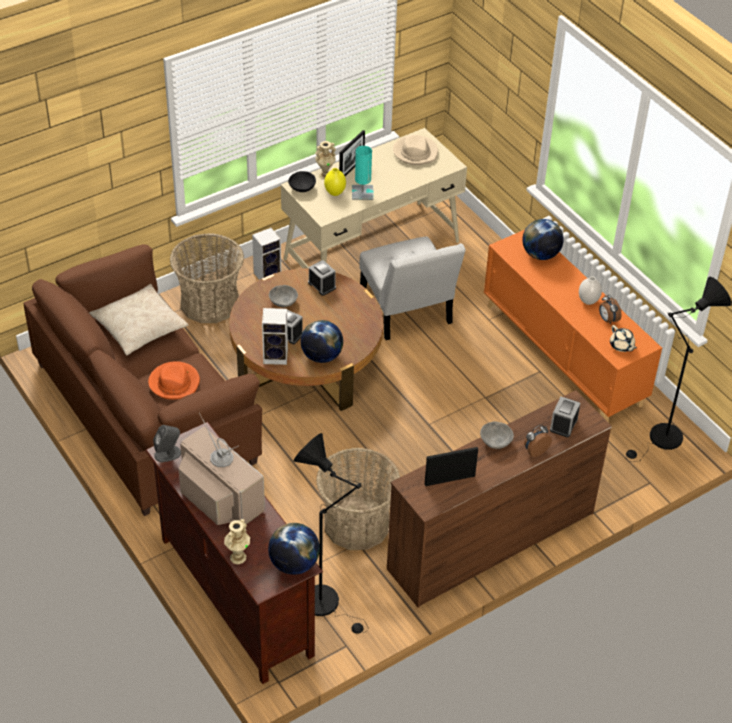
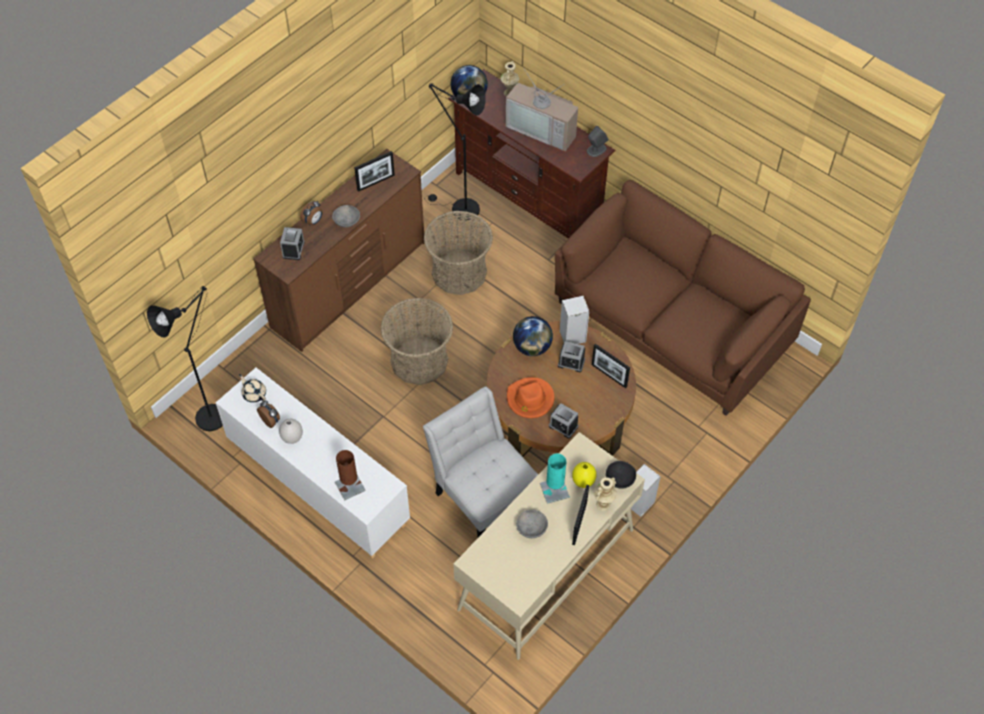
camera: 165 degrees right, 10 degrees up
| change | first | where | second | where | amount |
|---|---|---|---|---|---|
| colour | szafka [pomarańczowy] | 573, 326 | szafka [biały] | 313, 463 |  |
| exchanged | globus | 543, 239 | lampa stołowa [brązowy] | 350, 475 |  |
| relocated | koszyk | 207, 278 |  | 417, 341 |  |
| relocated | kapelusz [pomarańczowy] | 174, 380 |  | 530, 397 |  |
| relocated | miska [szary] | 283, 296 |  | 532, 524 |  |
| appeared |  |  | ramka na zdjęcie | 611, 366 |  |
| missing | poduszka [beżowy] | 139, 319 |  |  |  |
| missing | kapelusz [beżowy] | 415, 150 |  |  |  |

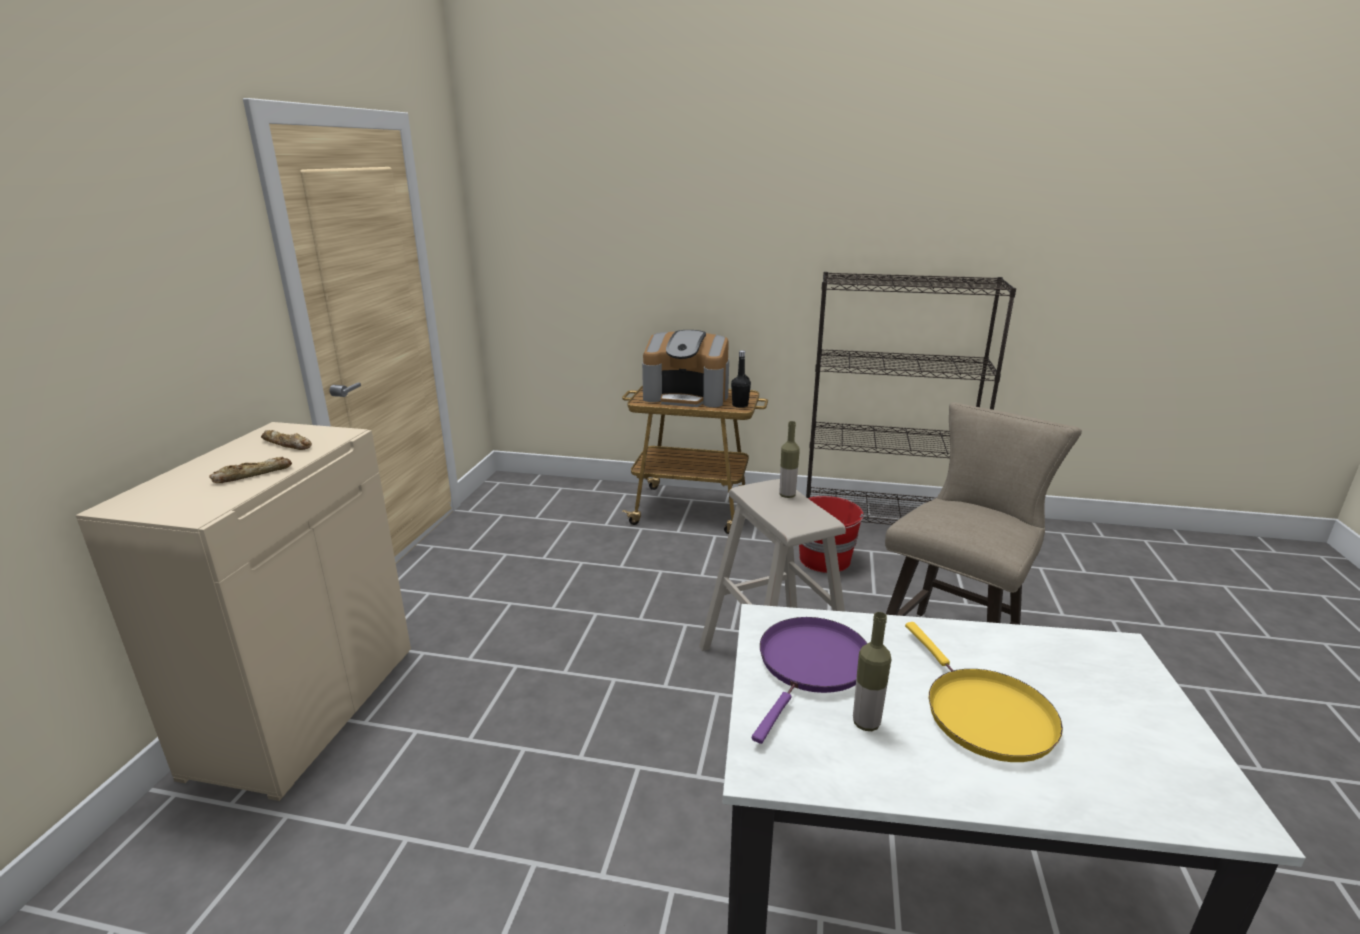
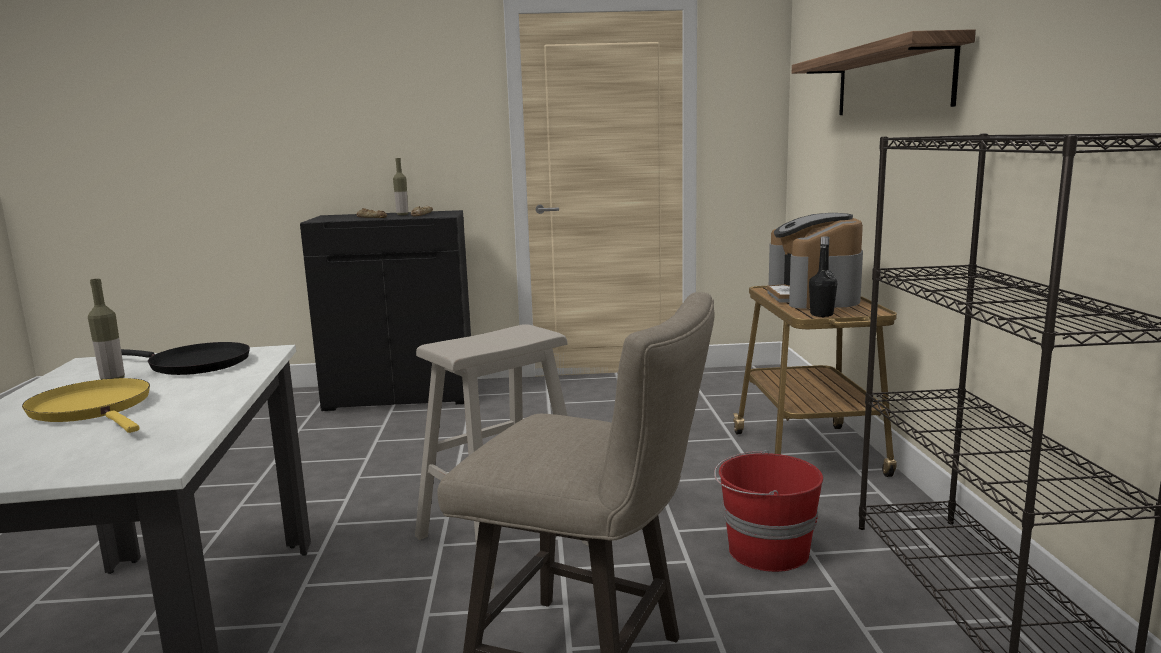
camera: 75 degrees right, 10 degrees down
| change | first | where | second | where | amount |
|---|---|---|---|---|---|
| spun | patelnia [żółty] | 984, 692 |  | 86, 405 | 75 degrees clockwise |
| colour | patelnia [fioletowy] | 810, 680 | patelnia [czarny] | 185, 358 |  |
| colour | szafka [beżowy] | 243, 611 | szafka [czarny] | 385, 310 |  |
| relocated | butelka | 789, 459 |  | 400, 186 |  |
| appeared |  |  | półka | 884, 72 |  |

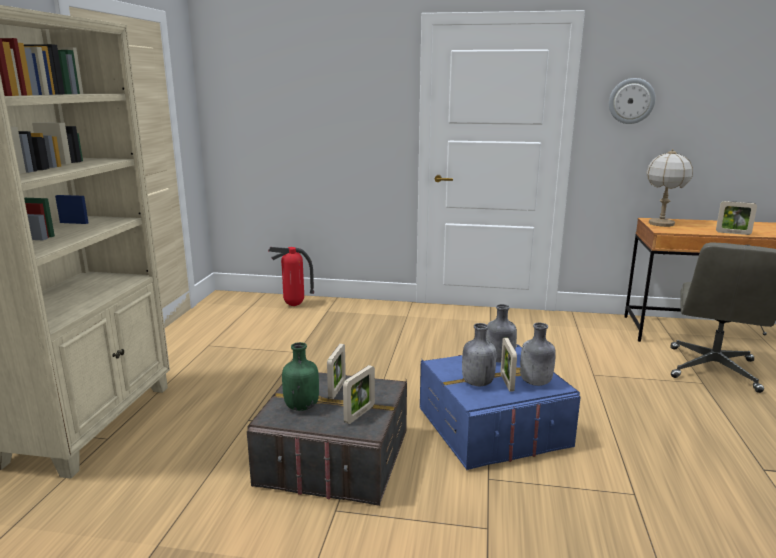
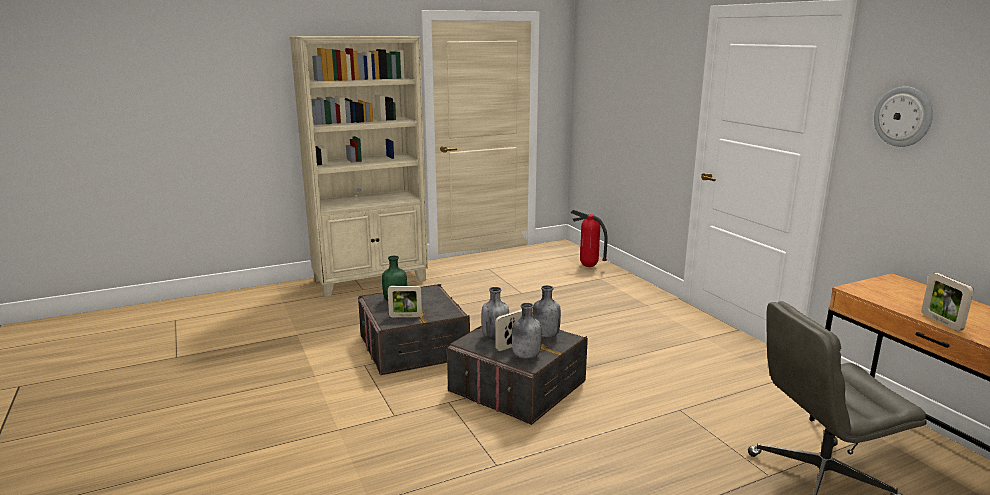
camera: 55 degrees right, 0 degrees up
| change | first | where | second | where | amount |
|---|---|---|---|---|---|
| colour | pojemnik do przechowywania [niebieski] | 500, 407 | pojemnik do przechowywania [szary] | 517, 375 |  |
| missing | ramka na zdjęcie | 336, 371 |  |  |  |
| missing | lampa stołowa | 669, 188 |  |  |  |

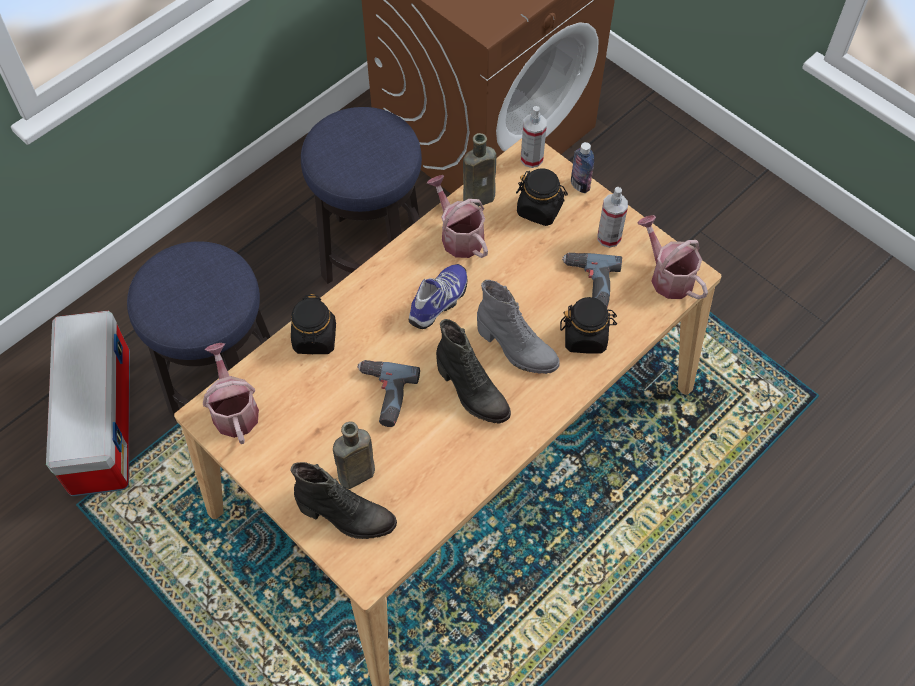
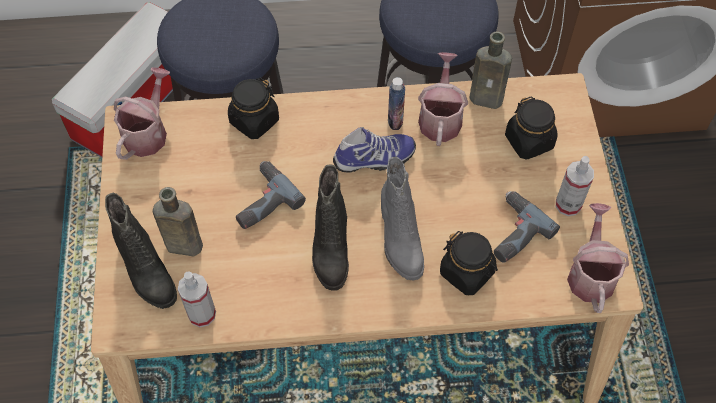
camera: 40 degrees right, 0 degrees up
| change | first | where | second | where | amount |
|---|---|---|---|---|---|
| relocated | spryskiwacz | 534, 137 |  | 197, 299 |  |
| relocated | butelka | 582, 167 |  | 396, 103 |  |

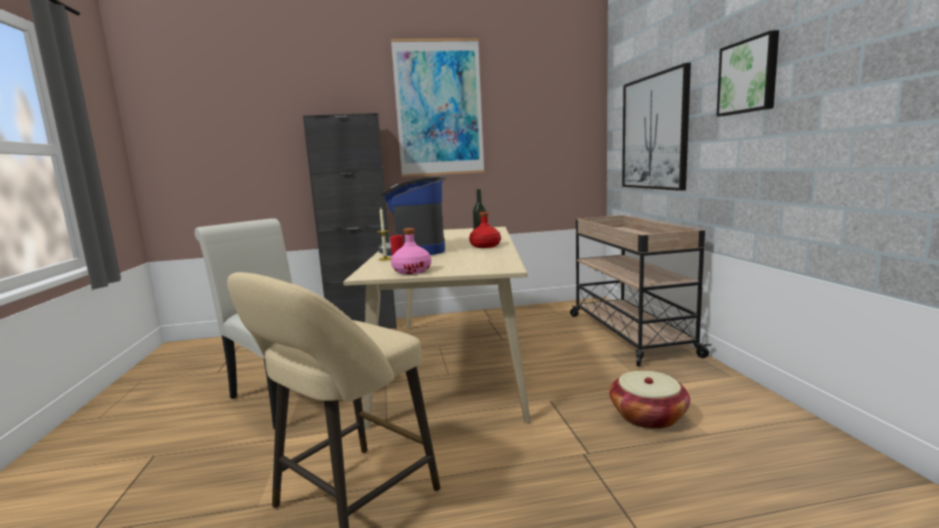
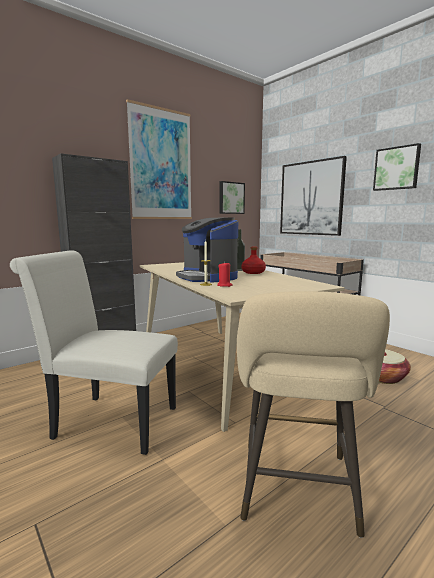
camera: 30 degrees left, 0 degrees up
| change | first | where | second | where | amount |
|---|---|---|---|---|---|
| appeared |  |  | obraz | 232, 197 |  |
| missing | butelka [różowy] | 411, 251 |  |  |  |

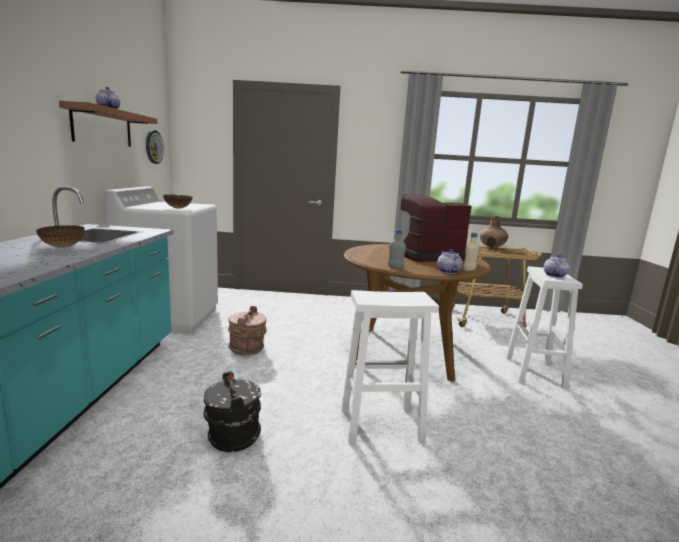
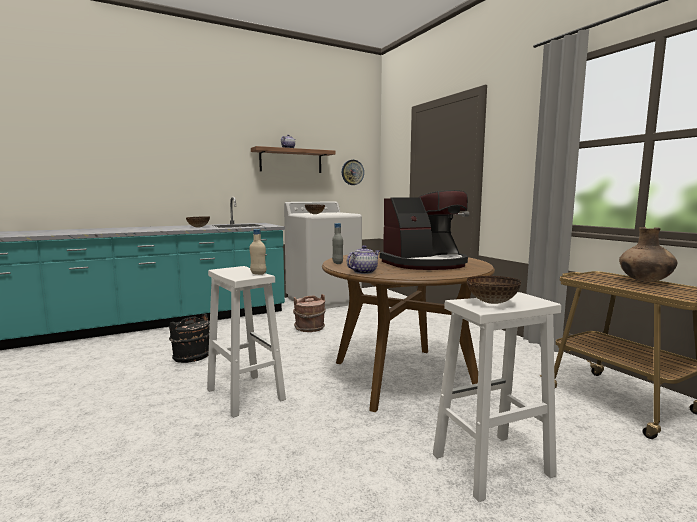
camera: 60 degrees right, 5 degrees down
| change | first | where | second | where | amount |
|---|---|---|---|---|---|
| relocated | butelka [beżowy] | 471, 251 |  | 258, 252 |  |
| spun | ekspres do kawy | 436, 228 |  | 424, 230 | 120 degrees clockwise |
| exchanged | imbryk | 556, 266 | miska | 494, 290 |  |

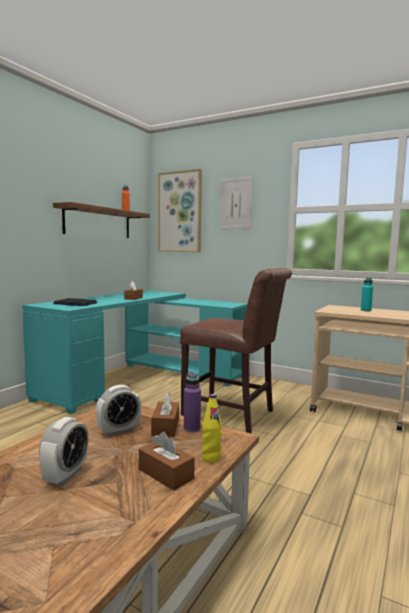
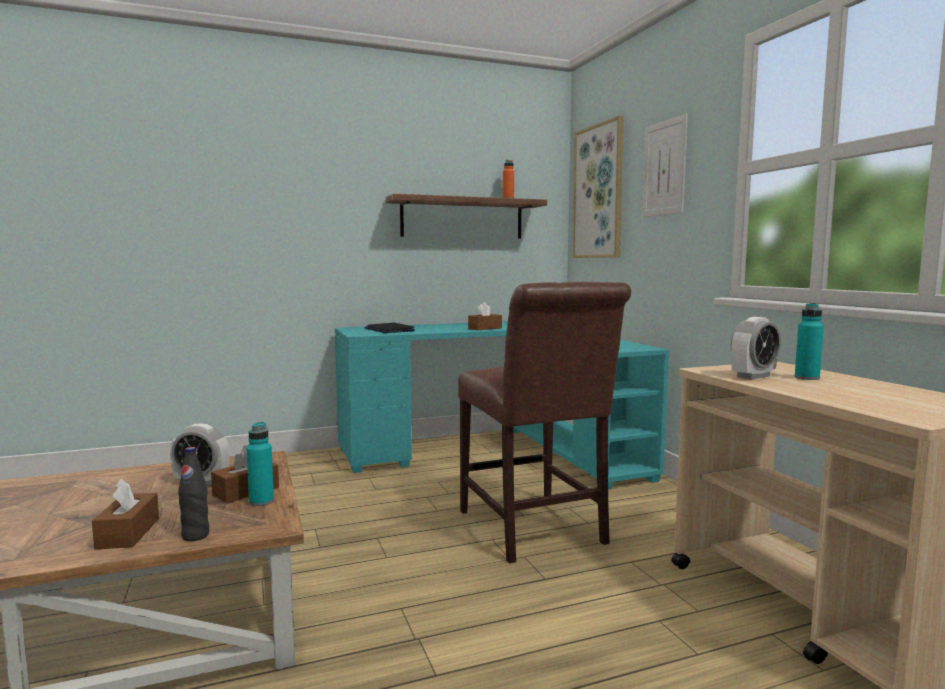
camera: 40 degrees right, 0 degrees up
| change | first | where | second | where | amount |
|---|---|---|---|---|---|
| colour | butelka [żółty] | 212, 428 | butelka [czarny] | 193, 494 |  |
| colour | butelka [fioletowy] | 192, 402 | butelka [turkusowy] | 260, 464 |  |
| relocated | budzik | 64, 451 |  | 756, 348 |  |

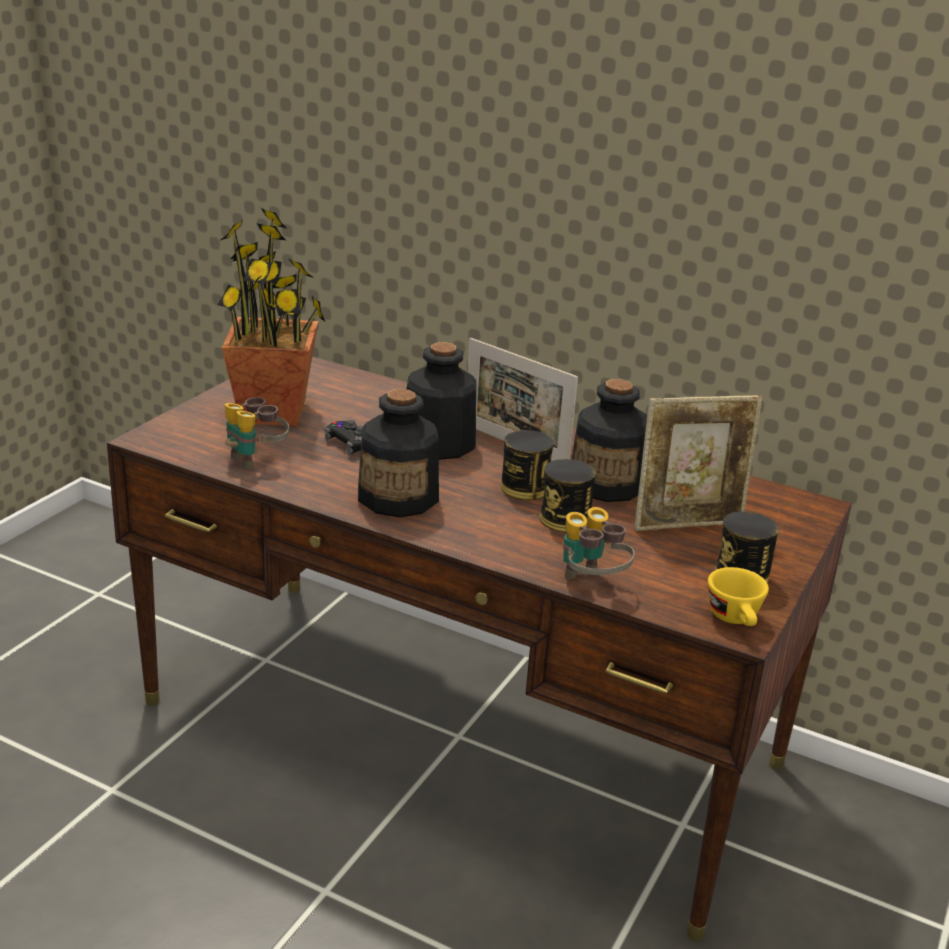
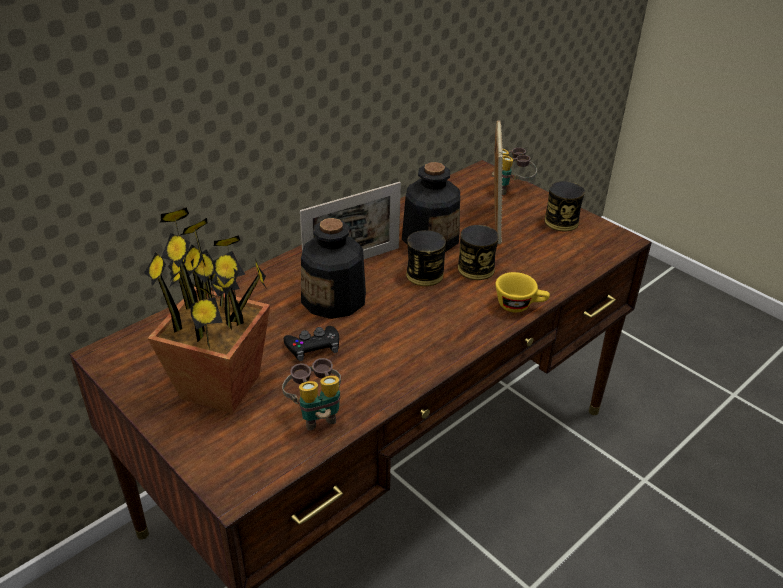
camera: 70 degrees left, 10 degrees up
| change | first | where | second | where | amount |
|---|---|---|---|---|---|
| relocated | lornetka | 598, 543 |  | 514, 171 |  |
| relocated | filiżanka [żółty] | 738, 596 |  | 522, 292 |  |
| missing | butelka | 398, 453 |  |  |  |

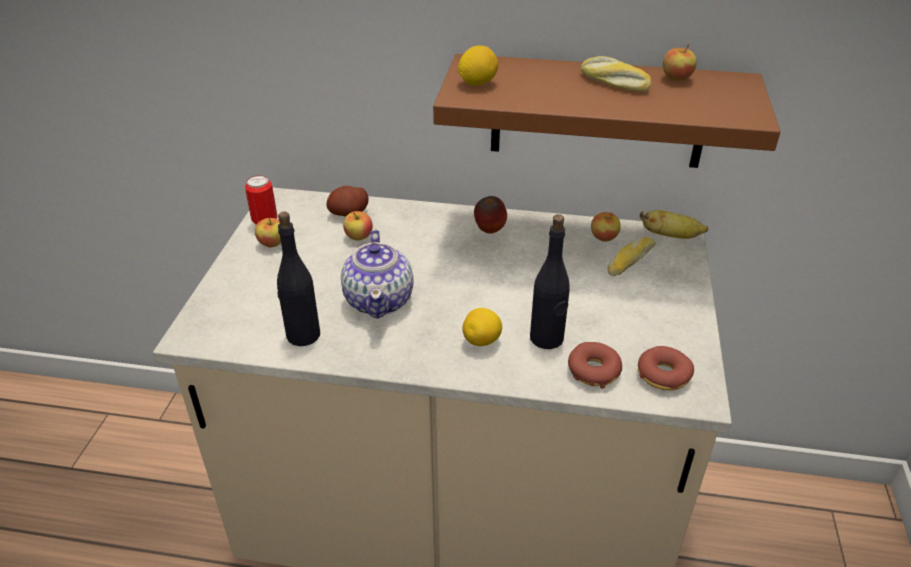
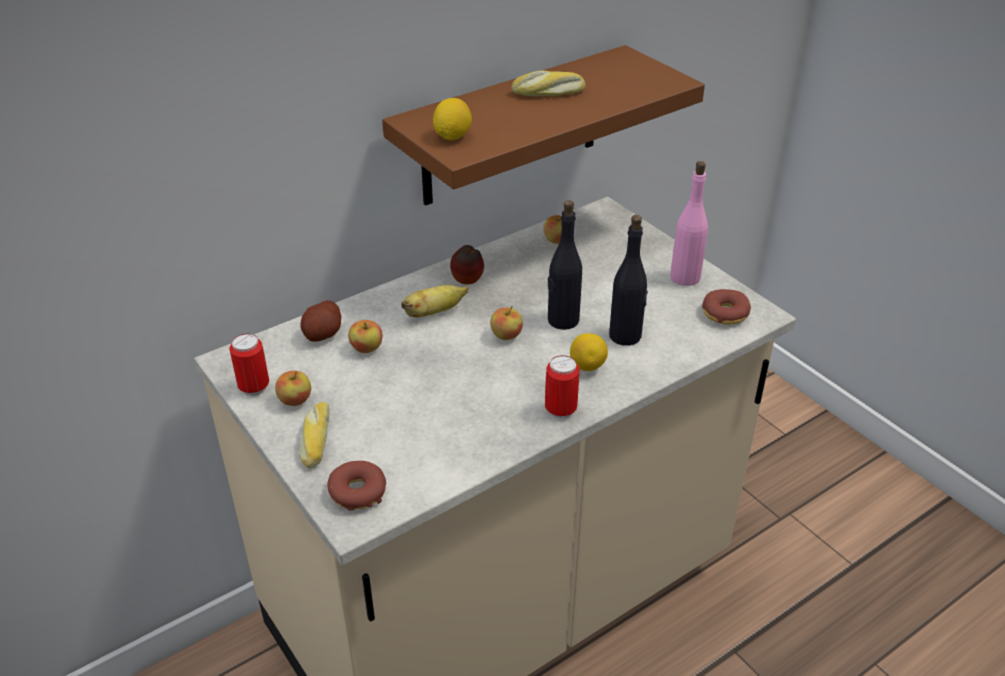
camera: 45 degrees left, 0 degrees up
| change | first | where | second | where | amount |
|---|---|---|---|---|---|
| relocated | chleb | 632, 256 |  | 314, 435 |  |
| relocated | donut | 595, 365 |  | 356, 485 |  |
| relocated | banan | 674, 224 |  | 434, 301 |  |
| relocated | jabłko | 680, 62 |  | 506, 323 |  |
| appeared |  |  | puszka | 562, 387 |  |
| relocated | butelka [czarny] | 298, 279 |  | 565, 265 |  |
| appeared |  |  | butelka [różowy] | 689, 223 |  |
| missing | imbryk | 377, 274 |  |  |  |

